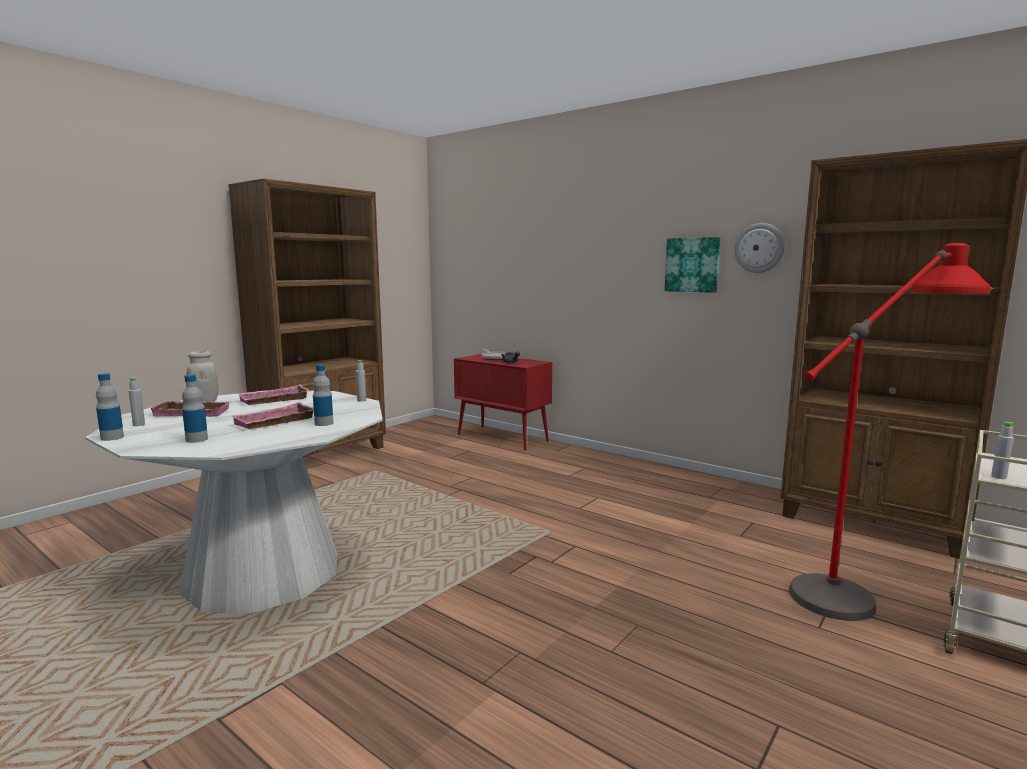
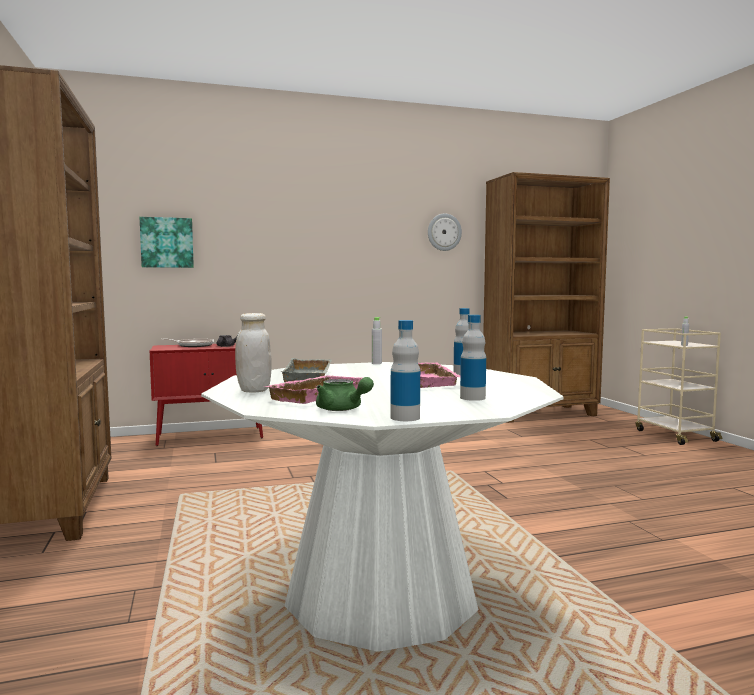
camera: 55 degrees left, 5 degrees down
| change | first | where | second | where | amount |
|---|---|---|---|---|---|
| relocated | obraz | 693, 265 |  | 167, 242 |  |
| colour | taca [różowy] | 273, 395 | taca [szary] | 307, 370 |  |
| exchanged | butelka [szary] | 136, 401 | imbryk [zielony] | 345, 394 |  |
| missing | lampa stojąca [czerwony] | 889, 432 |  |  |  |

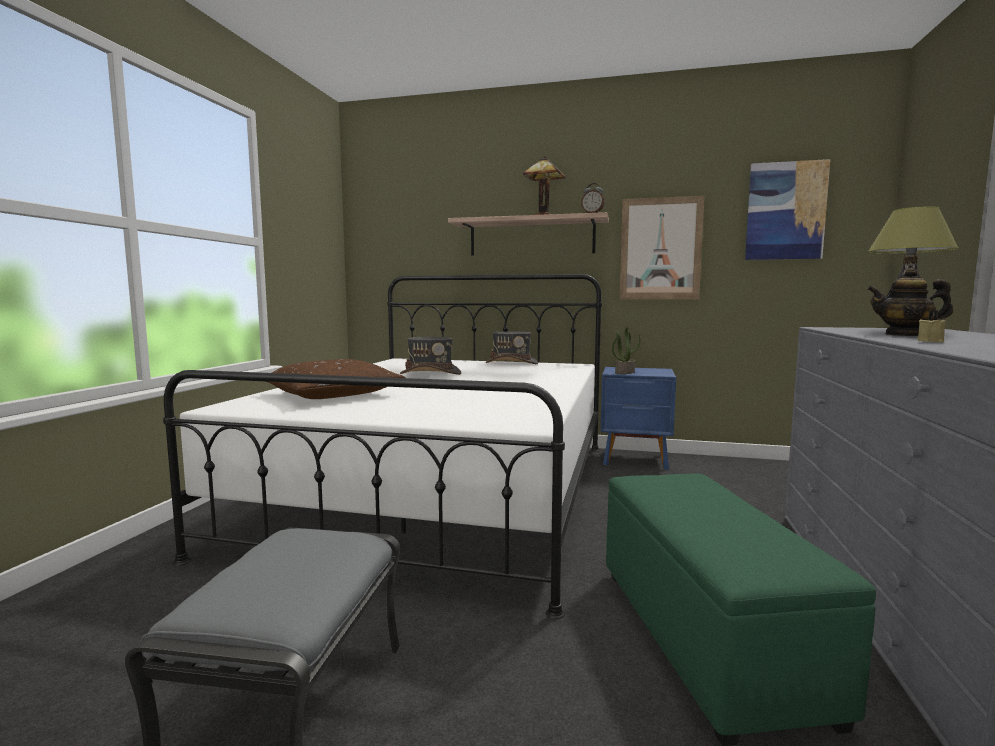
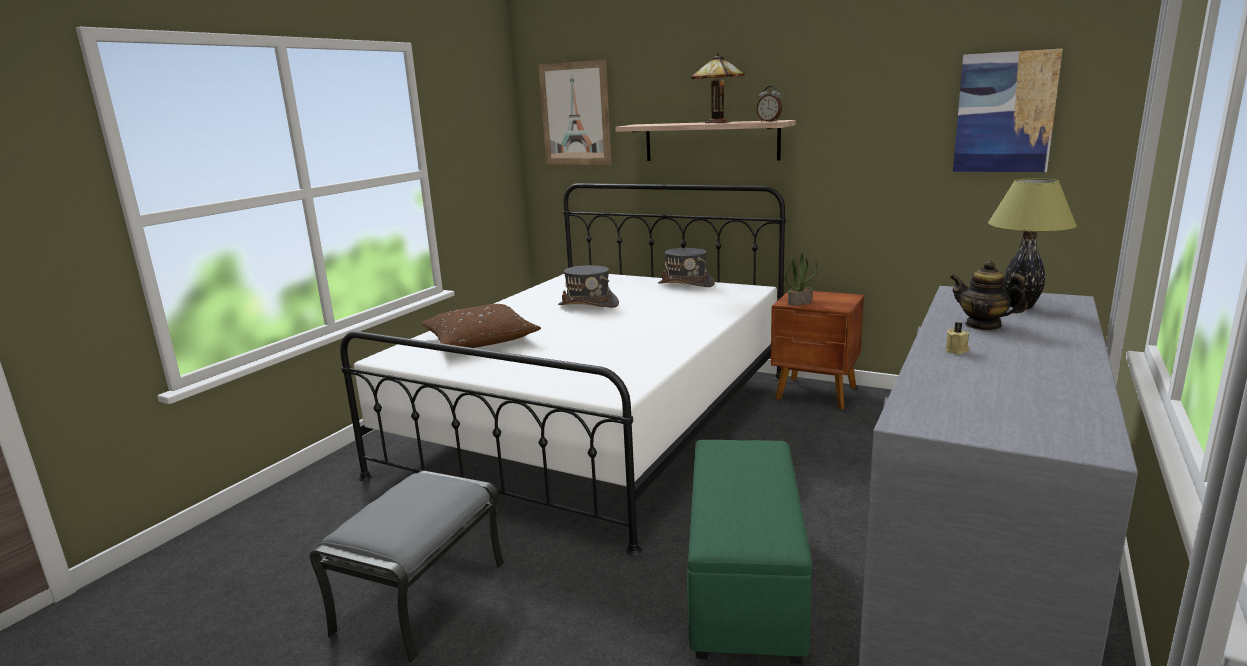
camera: 15 degrees right, 10 degrees up
| change | first | where | second | where | amount |
|---|---|---|---|---|---|
| relocated | obraz | 662, 247 |  | 574, 112 |  |
| colour | szafka nocna [niebieski] | 638, 418 | szafka nocna [brązowy] | 817, 350 |  |

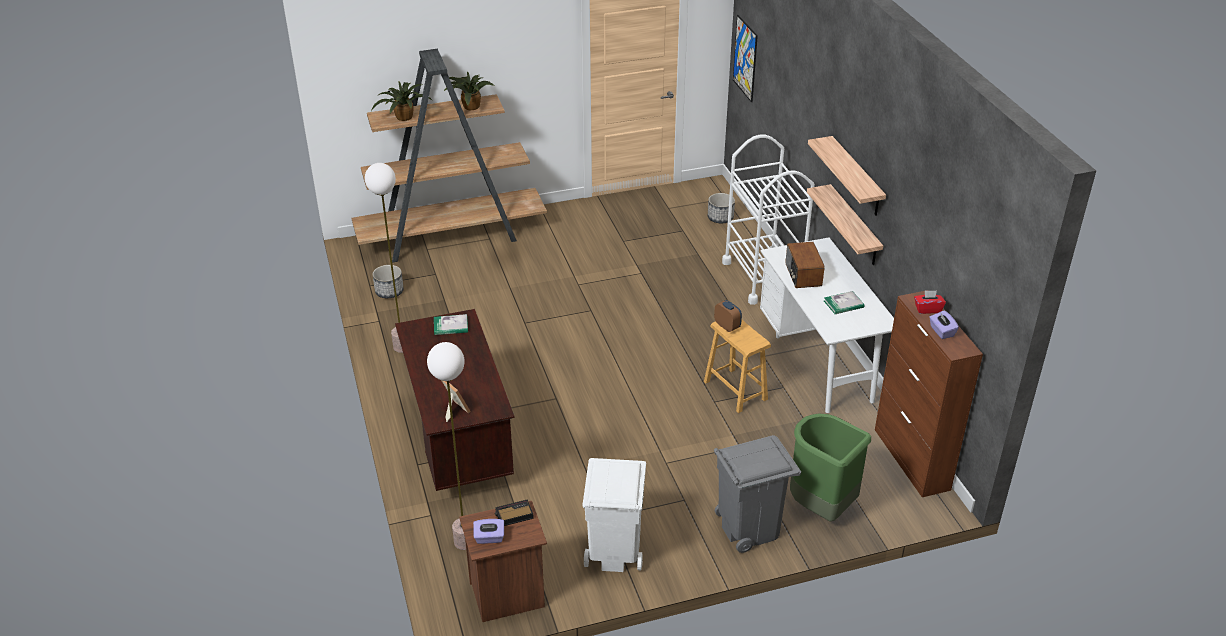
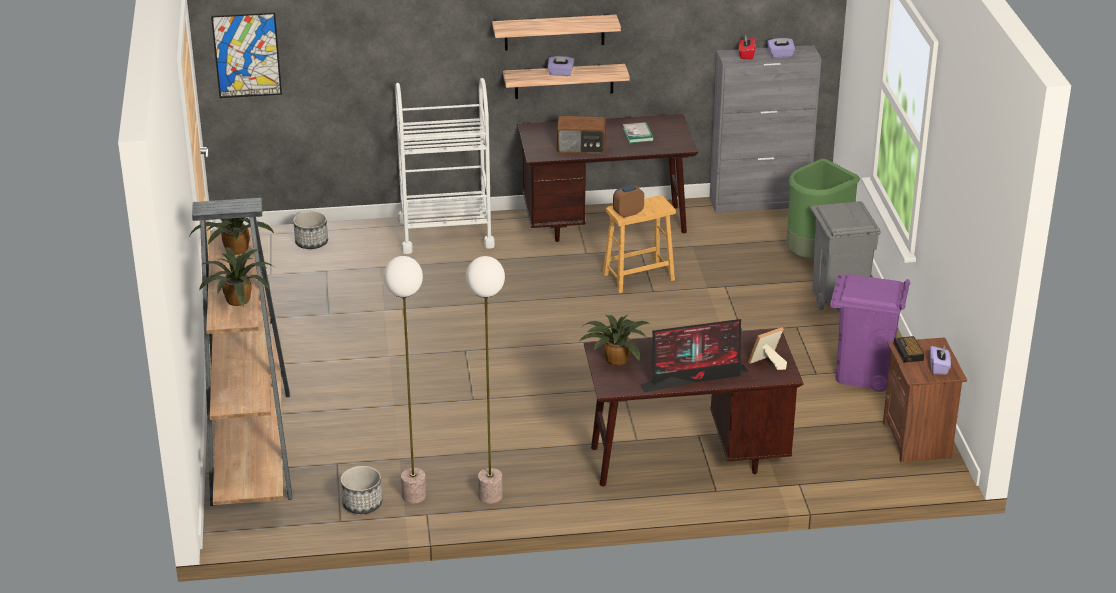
camera: 80 degrees left, 5 degrees down
| change | first | where | second | where | amount |
|---|---|---|---|---|---|
| relocated | lampa stojąca | 446, 446 |  | 404, 379 |  |
| colour | biurko [biały] | 827, 325 | biurko [brązowy] | 608, 178 |  |
| appeared |  |  | pudełko chusteczek [fioletowy] | 560, 66 |  |
| exchanged | książka | 451, 324 | roślina doniczkowa | 615, 340 |  |
| appeared |  |  | monitor | 694, 356 |  |
| colour | szafka [brązowy] | 929, 393 | szafka [szary] | 765, 129 |  |
| colour | kosz na śmieci [biały] | 614, 515 | kosz na śmieci [fioletowy] | 870, 333 |  |

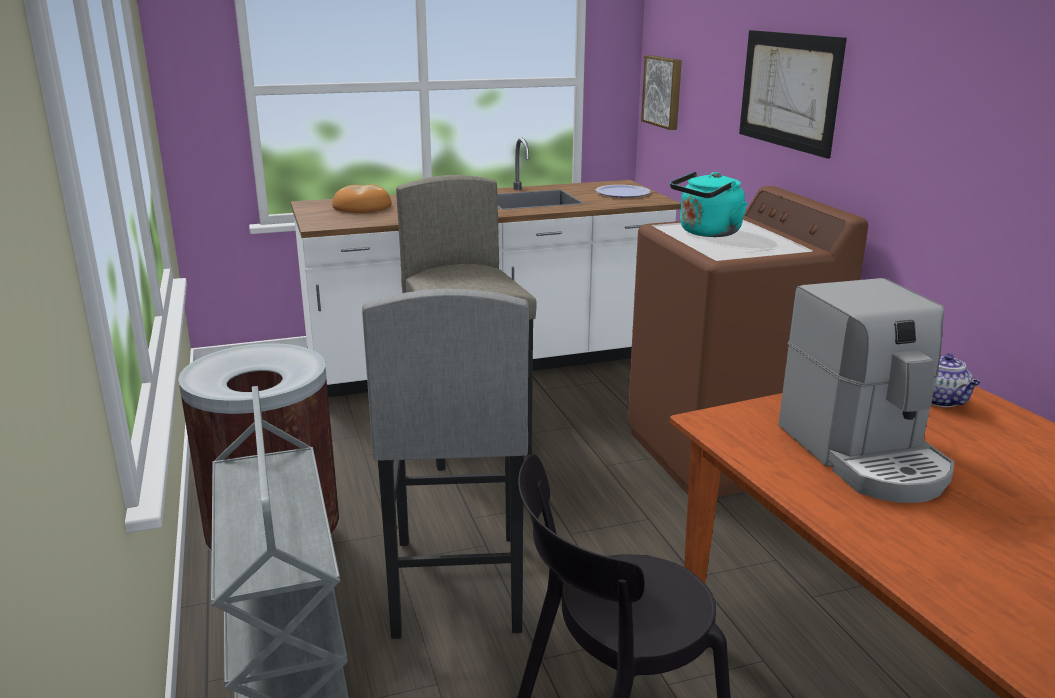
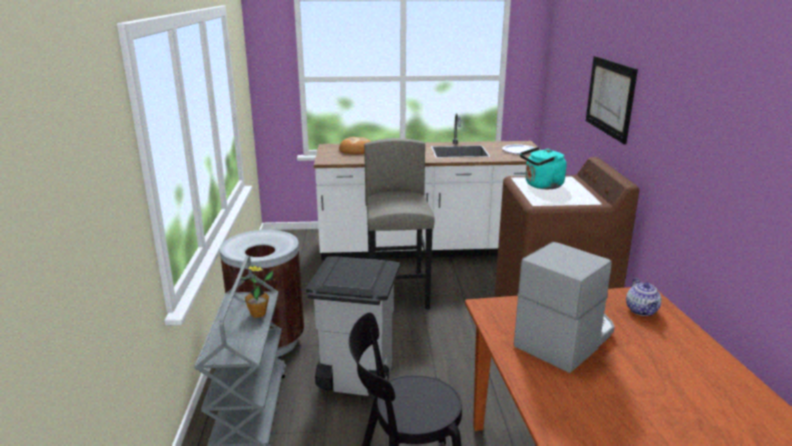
camera: 15 degrees right, 0 degrees up
| change | first | where | second | where | amount |
|---|---|---|---|---|---|
| appeared |  |  | roślina doniczkowa | 257, 292 |  |
| exchanged | stołek [szary] | 445, 464 | kosz na śmieci [szary] | 352, 326 |  |
| spun | ekspres do kawy | 866, 390 |  | 564, 307 | 135 degrees counterclockwise |
| missing | obraz | 661, 92 |  |  |  |

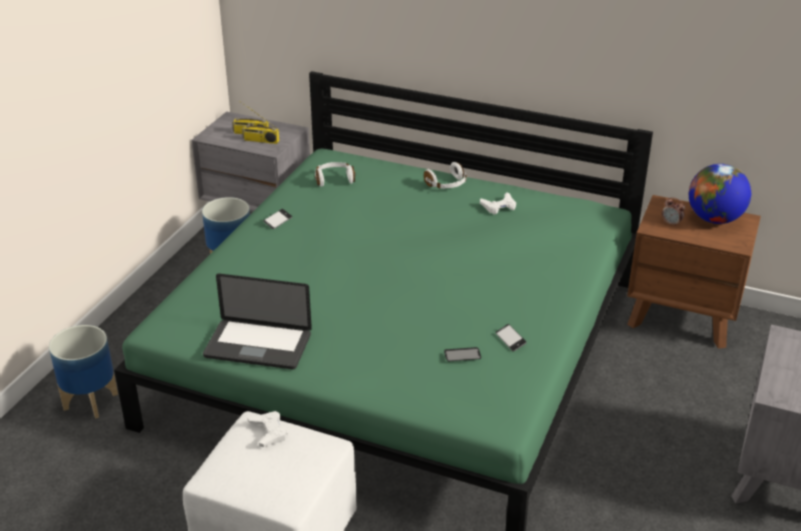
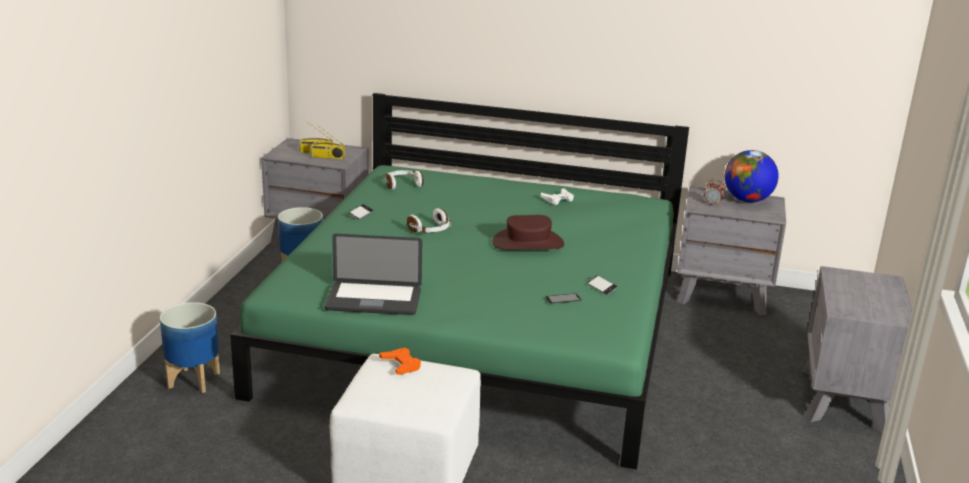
camera: 10 degrees left, 10 degrees down
| change | first | where | second | where | amount |
|---|---|---|---|---|---|
| colour | pad do gier [biały] | 267, 429 | pad do gier [pomarańczowy] | 400, 361 |  |
| relocated | słuchawki [biały] | 445, 175 |  | 429, 220 |  |
| appeared |  |  | kapelusz [brązowy] | 528, 232 |  |
| colour | szafka nocna [brązowy] | 694, 272 | szafka nocna [szary] | 731, 250 |  |

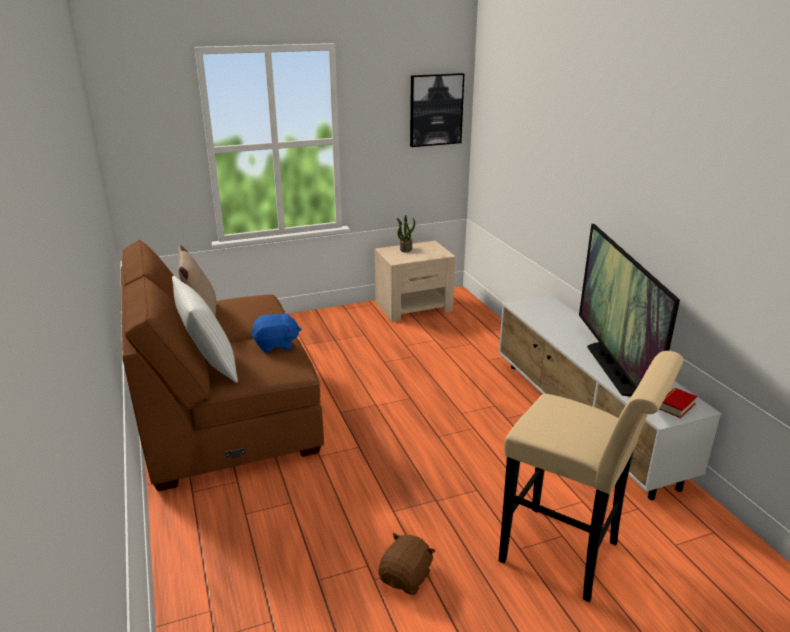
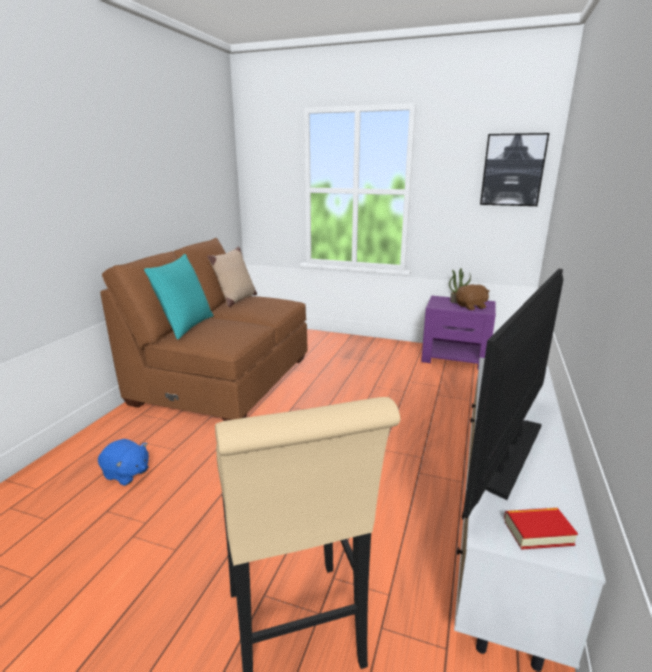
camera: 40 degrees right, 5 degrees down
| change | first | where | second | where | amount |
|---|---|---|---|---|---|
| relocated | pluszak [niebieski] | 276, 332 |  | 123, 462 |  |
| colour | poduszka [biały] | 205, 329 | poduszka [turkusowy] | 179, 297 |  |
| colour | szafka nocna [beżowy] | 415, 281 | szafka nocna [fioletowy] | 458, 332 |  |
| relocated | pluszak [brązowy] | 407, 564 |  | 473, 297 |  |

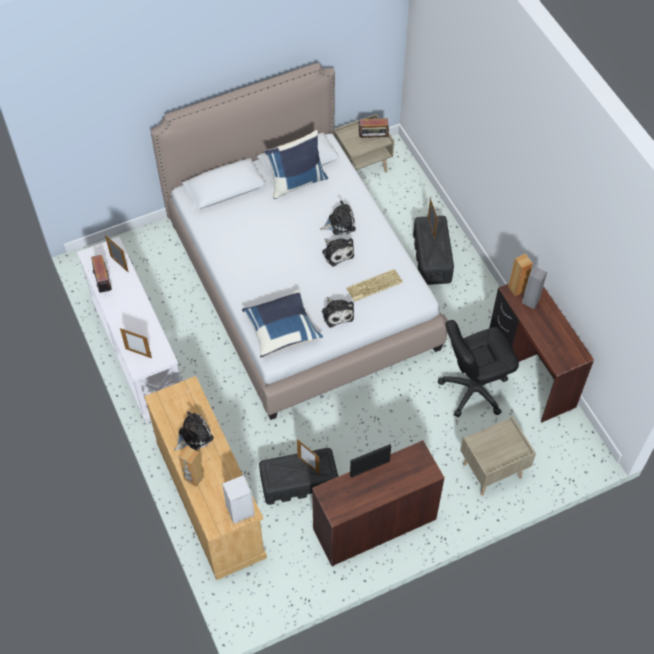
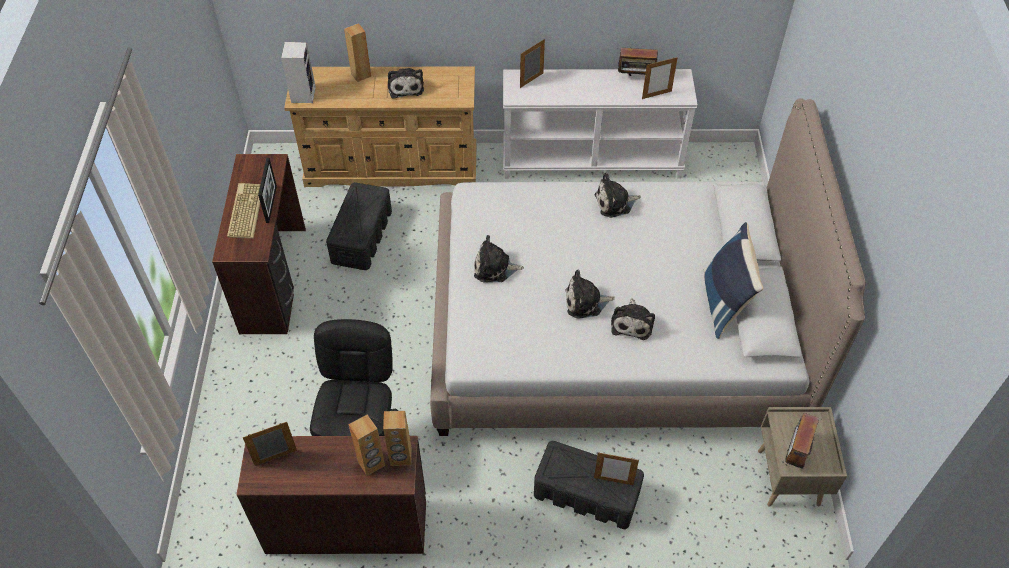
camera: 115 degrees right, 5 degrees down
| change | first | where | second | where | amount |
|---|---|---|---|---|---|
| relocated | klawiatura | 374, 285 |  | 244, 211 |  |
| relocated | ramka na zdjęcie | 308, 456 |  | 270, 444 |  |
| colour | głośnik [szary] | 534, 287 | głośnik [brązowy] | 366, 445 |  |
| appeared |  |  | pluszak | 617, 195 |  |
| missing | poduszka [niebieski] | 282, 324 |  |  |  |
| missing | szafka nocna [beżowy] | 498, 456 |  |  |  |

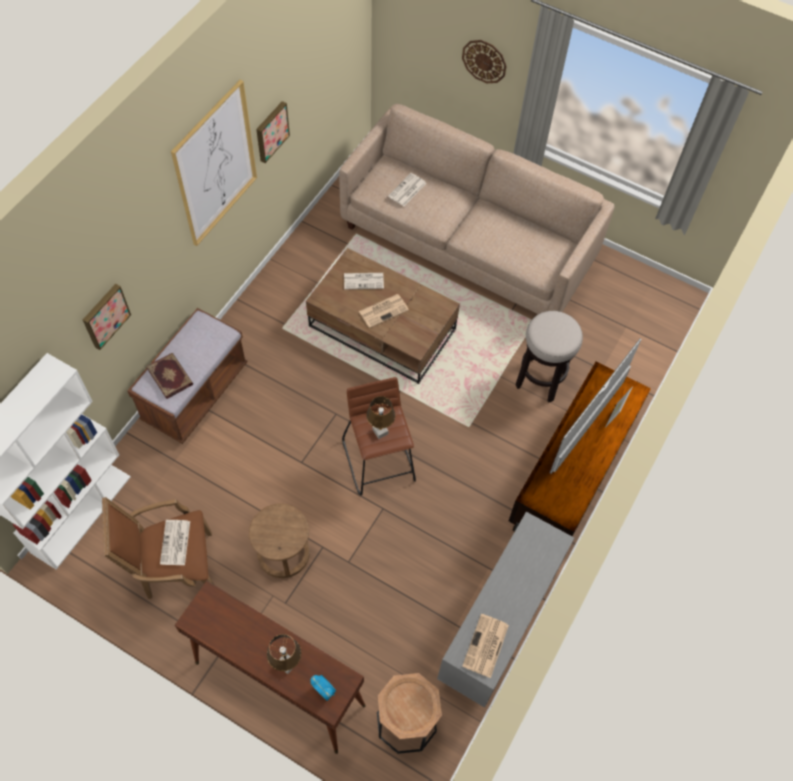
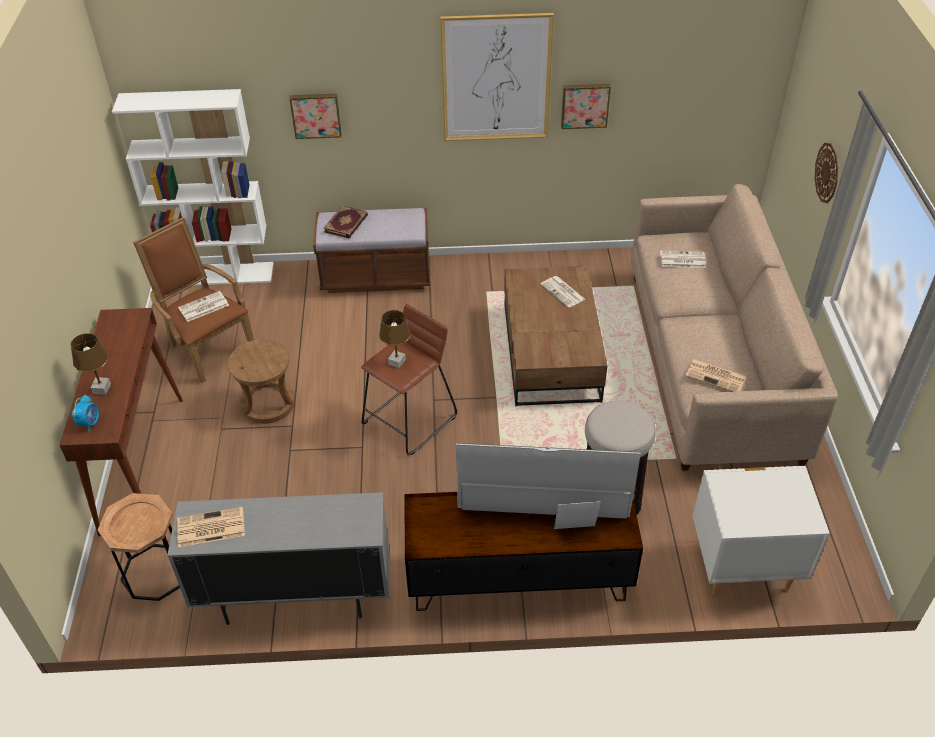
camera: 60 degrees right, 15 degrees down
| change | first | where | second | where | amount |
|---|---|---|---|---|---|
| relocated | gazeta | 384, 311 |  | 715, 375 |  |
| appeared |  |  | szafka nocna [biały] | 761, 530 |  |

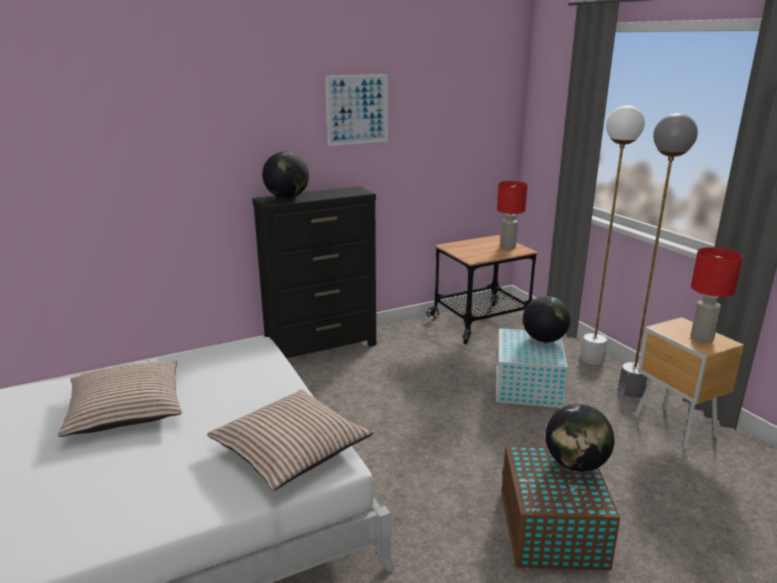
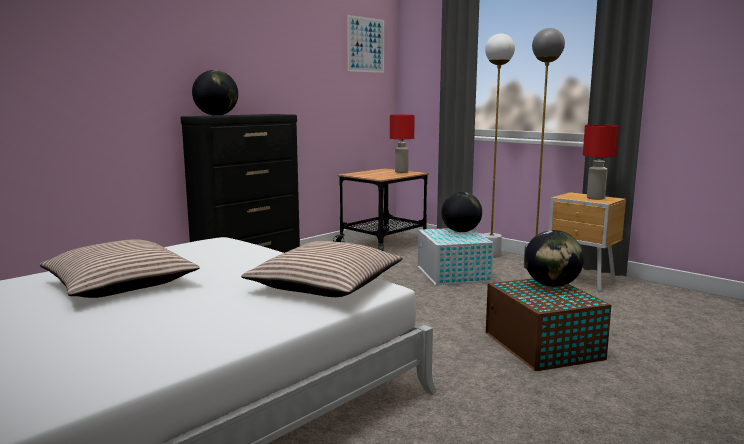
camera: 20 degrees left, 10 degrees down
| change | first | where | second | where | amount |
|---|---|---|---|---|---|
| relocated | obraz | 356, 110 |  | 365, 44 |  |

